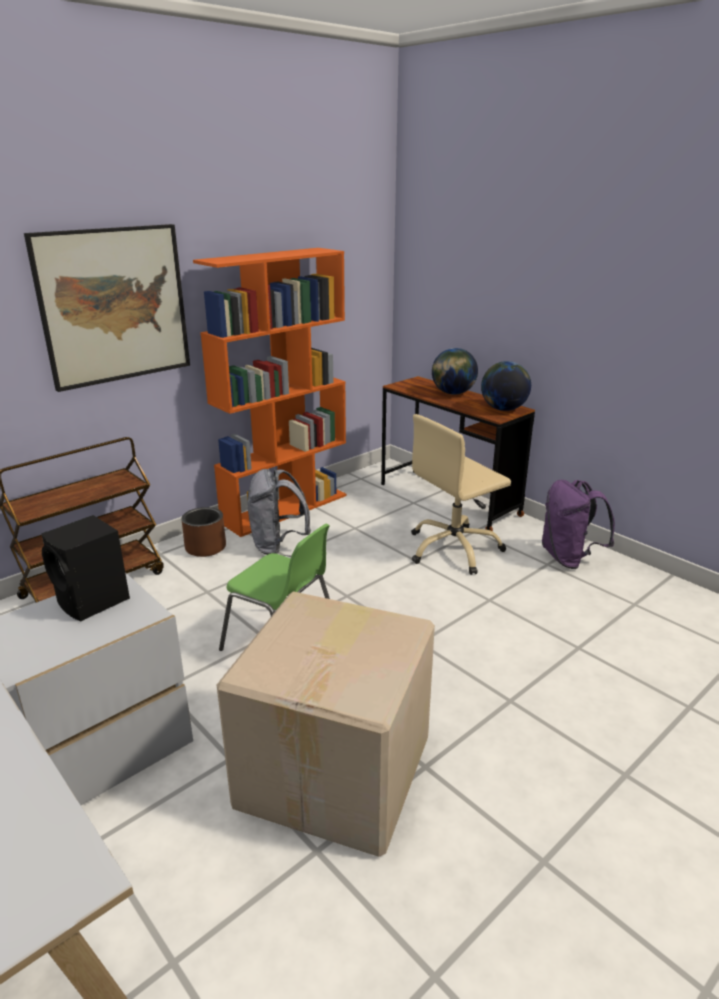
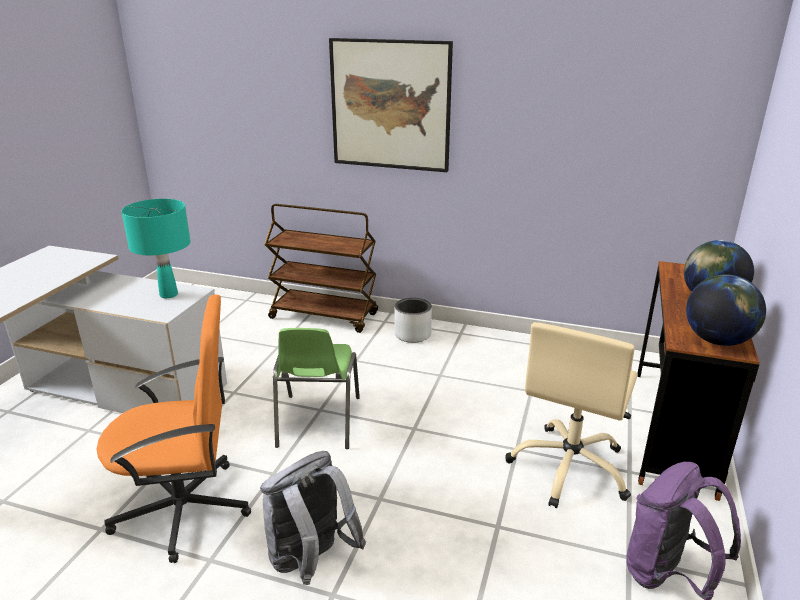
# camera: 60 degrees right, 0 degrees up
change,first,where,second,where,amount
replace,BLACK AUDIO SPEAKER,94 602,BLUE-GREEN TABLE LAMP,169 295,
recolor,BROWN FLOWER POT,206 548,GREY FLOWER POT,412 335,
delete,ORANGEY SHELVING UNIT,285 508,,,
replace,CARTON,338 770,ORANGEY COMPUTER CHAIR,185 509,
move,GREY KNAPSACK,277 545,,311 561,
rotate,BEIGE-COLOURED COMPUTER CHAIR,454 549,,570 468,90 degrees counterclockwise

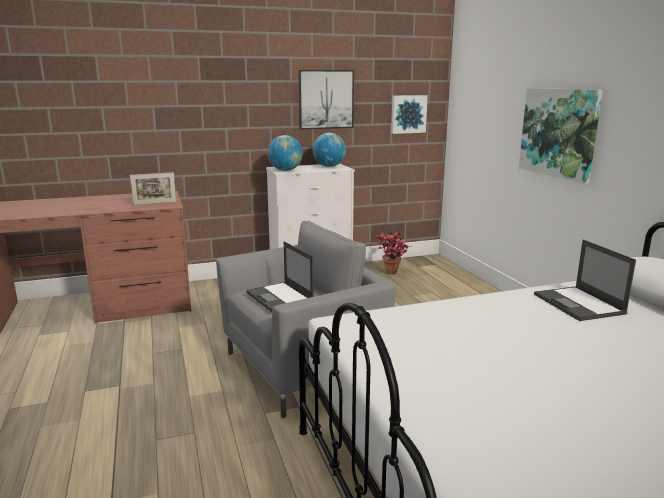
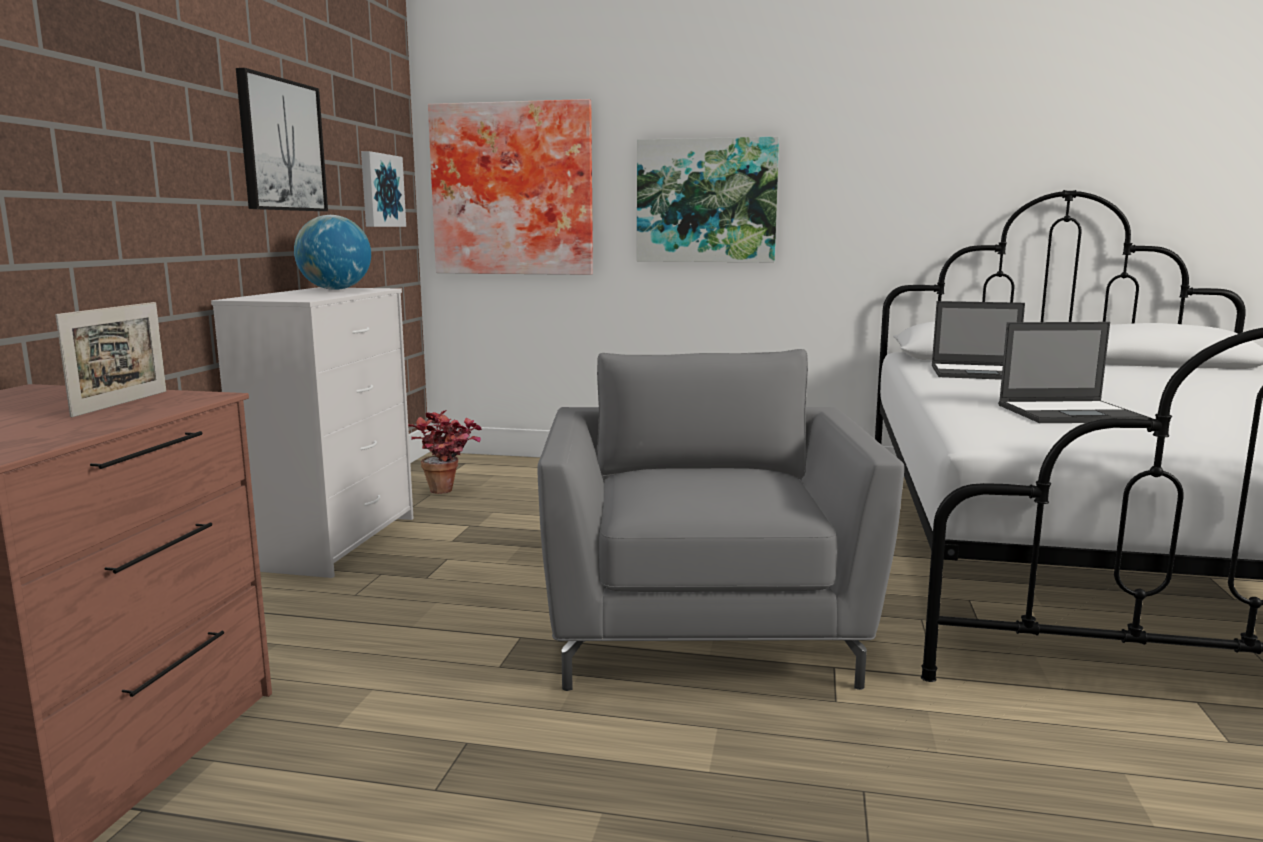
# camera: 60 degrees left, 5 degrees down
change,first,where,second,where,amount
move,NOTEBOOK COMPUTER,280 297,,1071 413,
delete,DESK GLOBE,285 170,,,
insert,,,WALL ART,513 190,

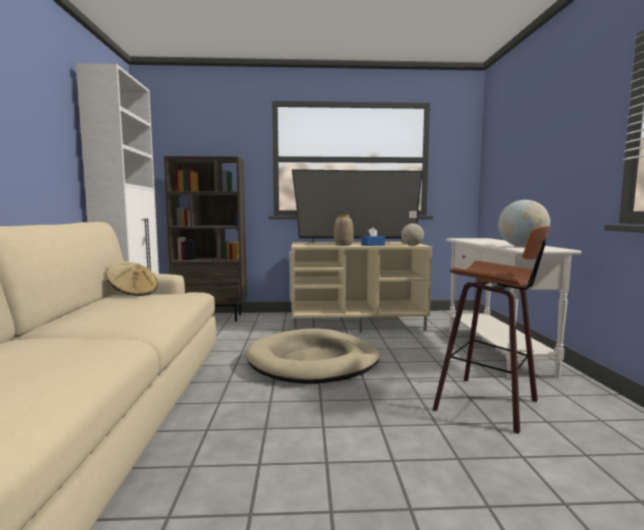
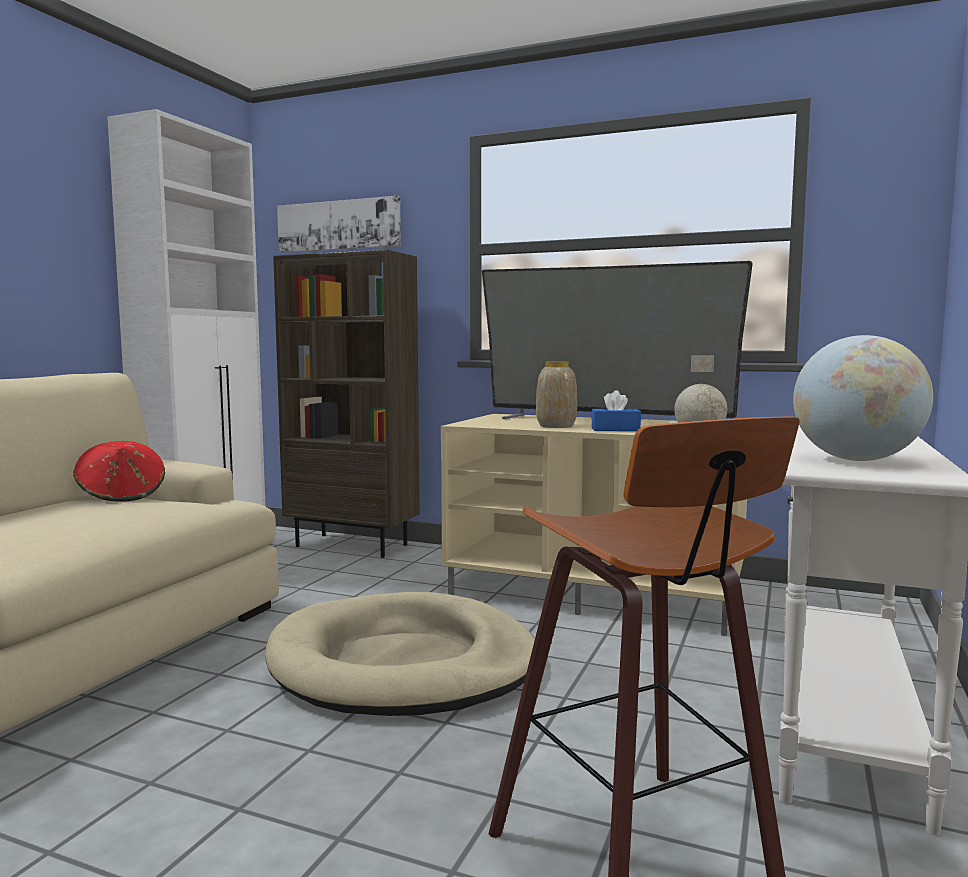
# camera: 25 degrees right, 0 degrees up
change,first,where,second,where,amount
recolor,BEIGE-COLOURED HAT,133 293,RED-COLOURED HAT,122 495,
insert,,,WALL ART,339 225,

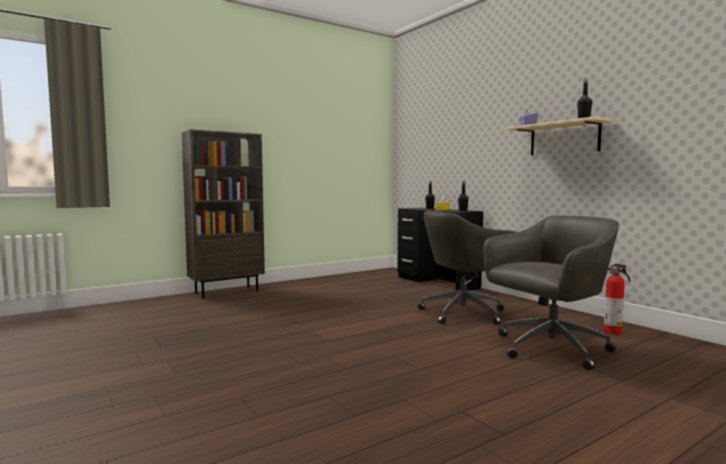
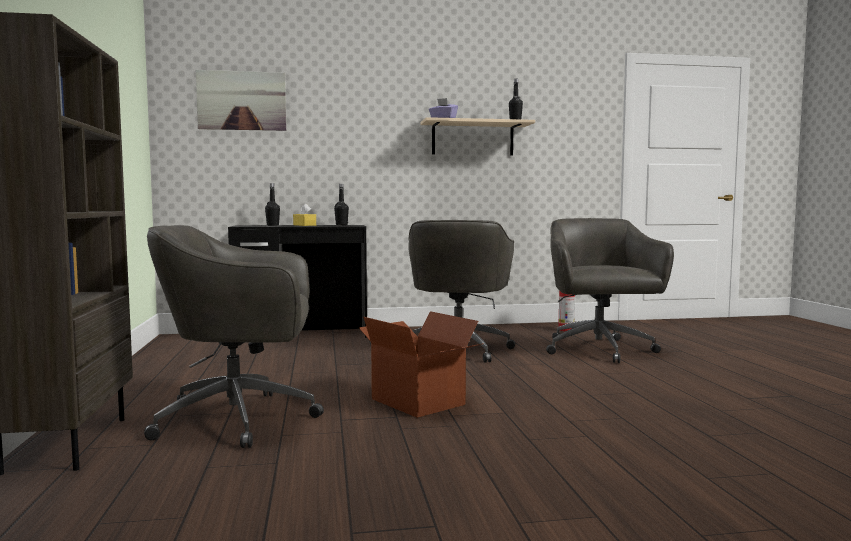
# camera: 65 degrees left, 0 degrees up
change,first,where,second,where,amount
insert,,,GREY COMPUTER CHAIR,241 419,
insert,,,WALL ART,242 101,
insert,,,CARTON,419 401,

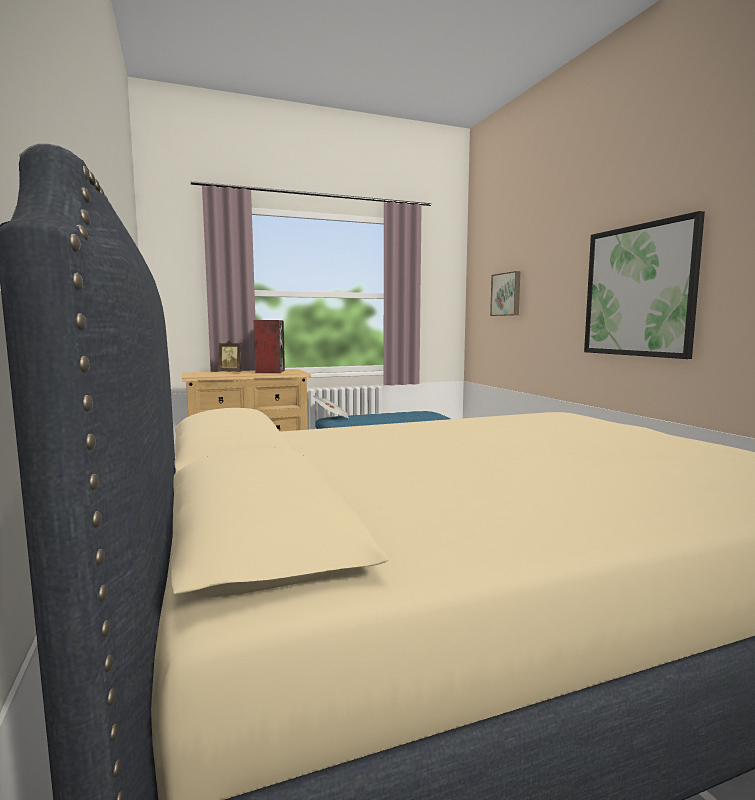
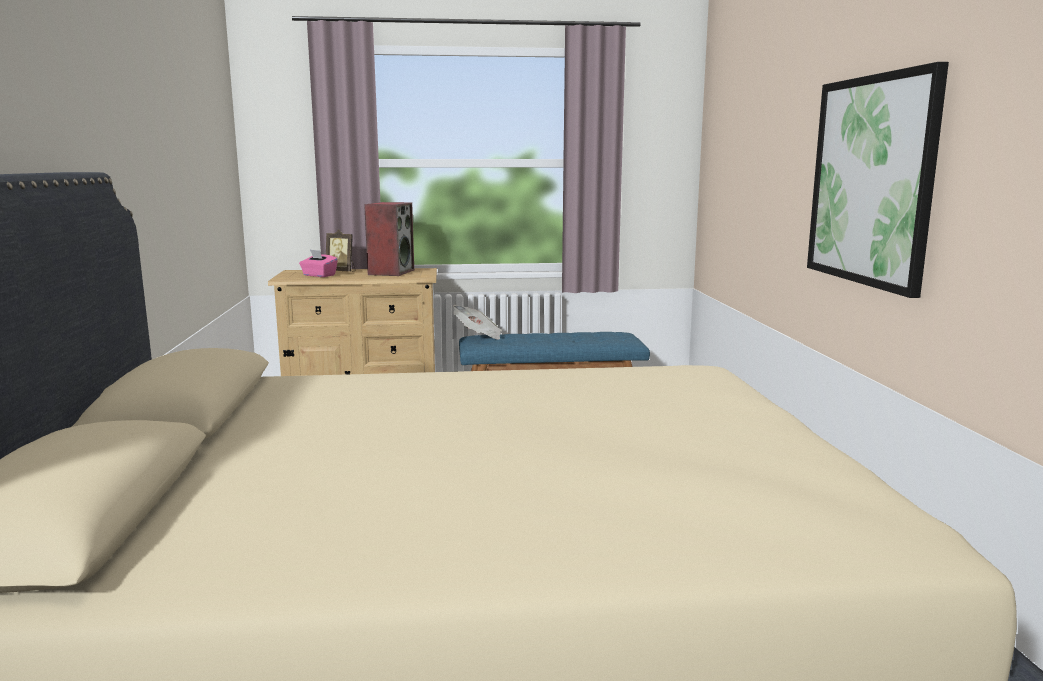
# camera: 15 degrees right, 5 degrees up
change,first,where,second,where,amount
delete,WALL ART,506 294,,,
insert,,,PINKISH TISSUE BOX,319 275,

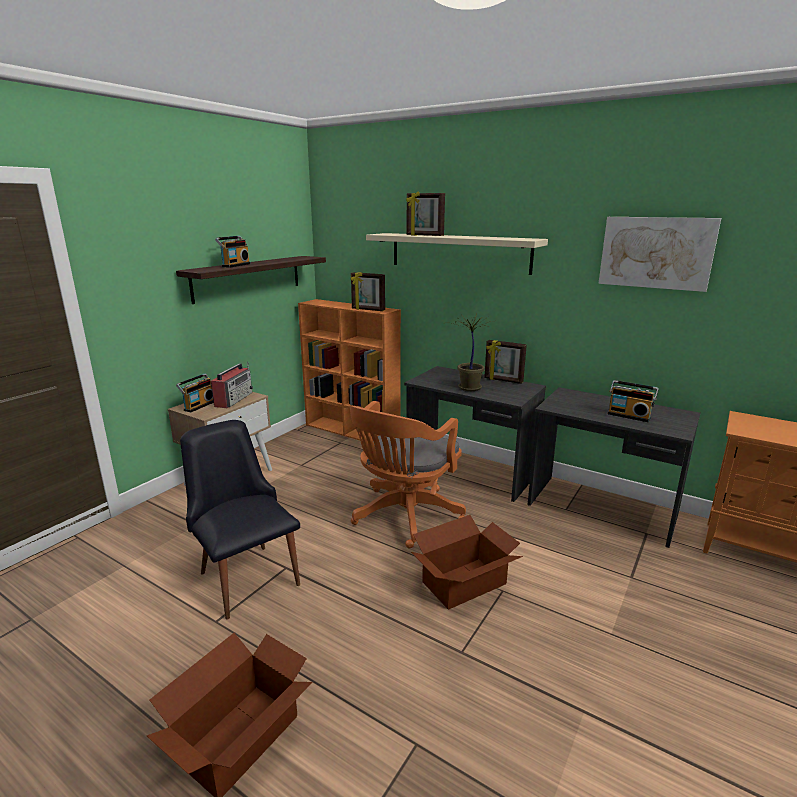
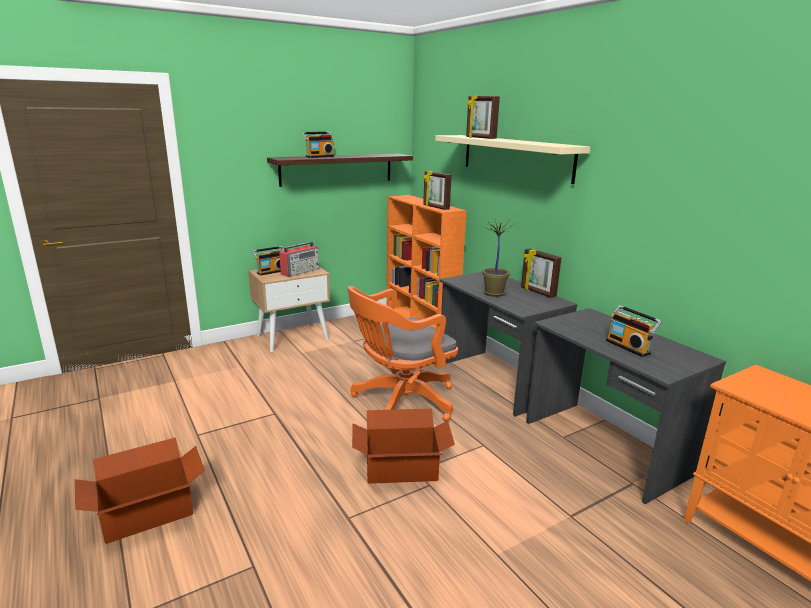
# camera: 25 degrees right, 0 degrees up
change,first,where,second,where,amount
delete,BLACK CHAIR,245 573,,,
delete,WALL ART,656 252,,,

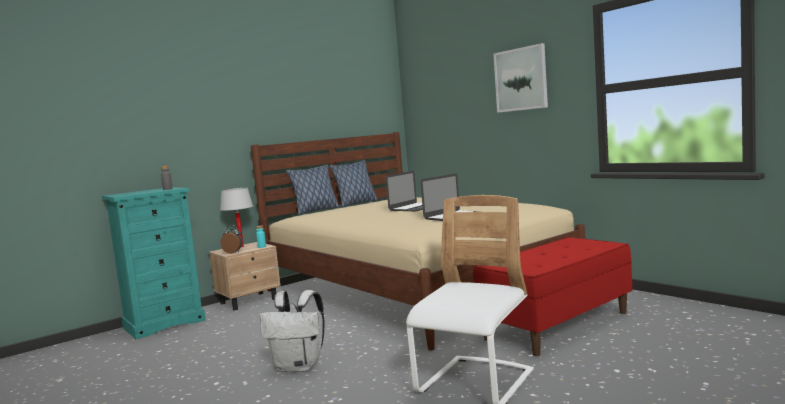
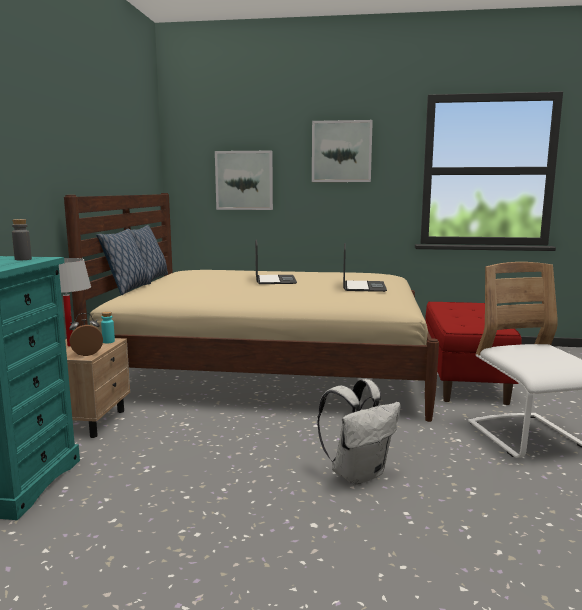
# camera: 45 degrees left, 5 degrees up
change,first,where,second,where,amount
insert,,,WALL ART,244 180,

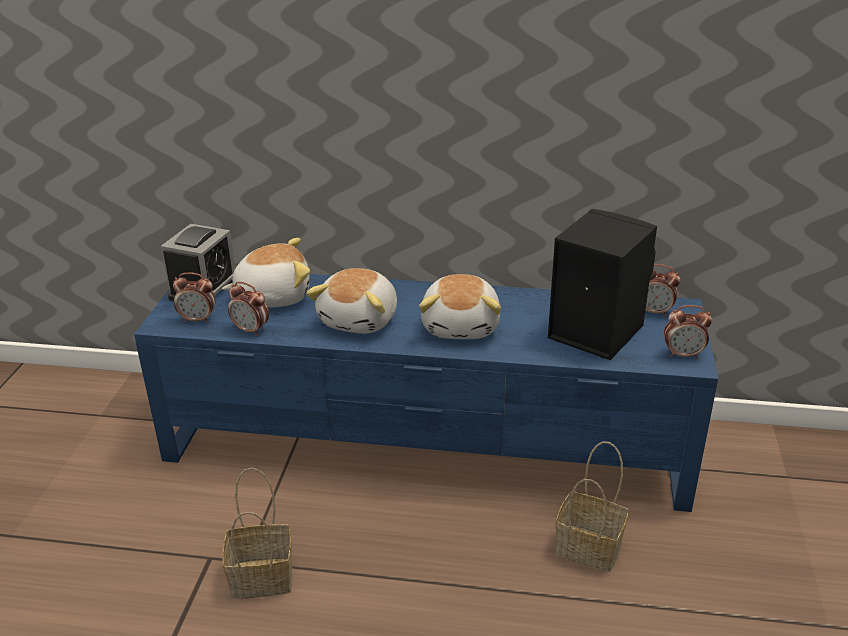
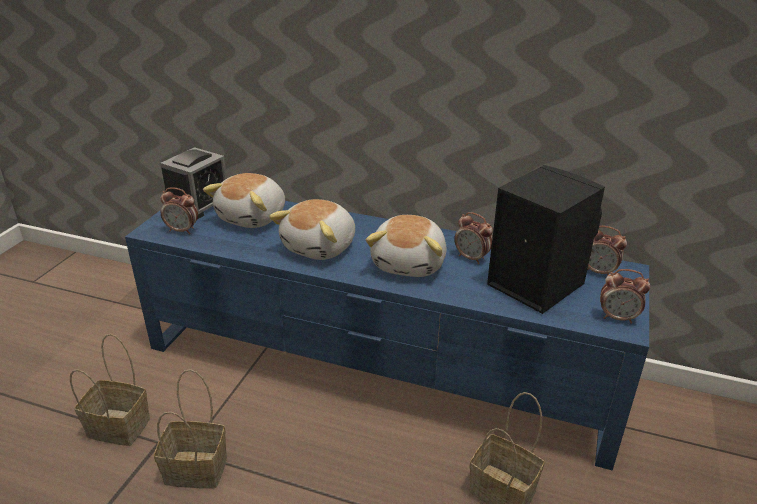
# camera: 10 degrees right, 0 degrees up
change,first,where,second,where,amount
rotate,PLUSH TOY,273 296,,254 217,120 degrees clockwise
move,ALARM CLOCK,251 330,,472 258,
insert,,,STORAGE BASKET,116 427,

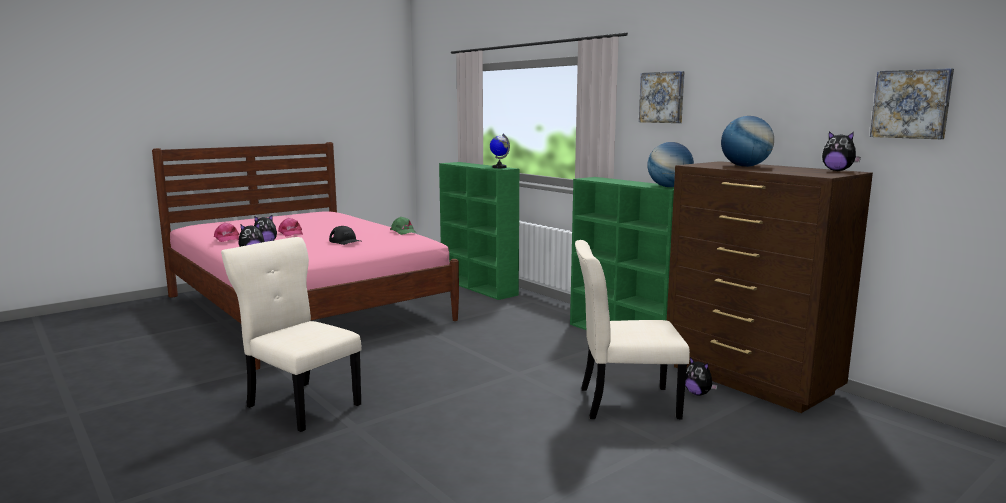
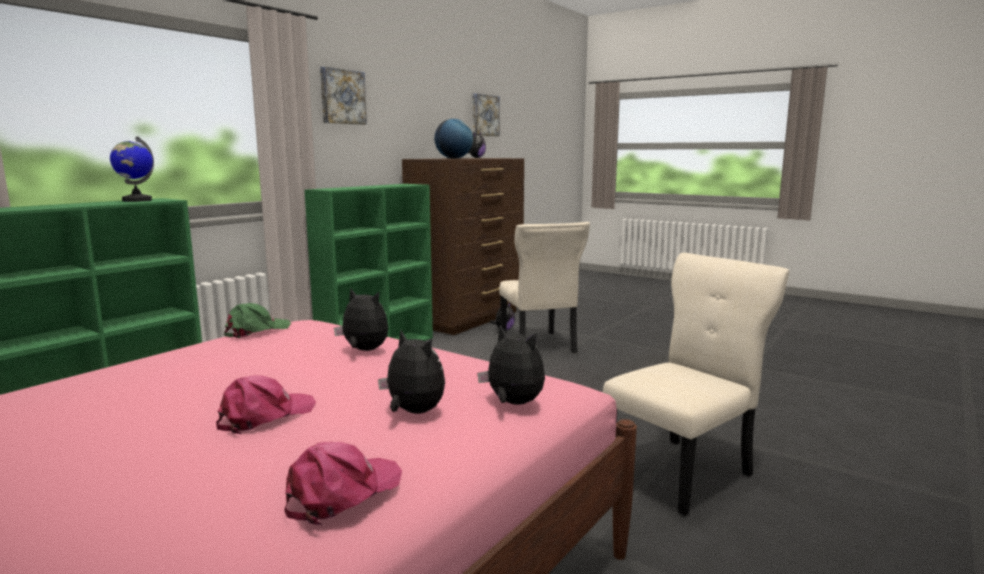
# camera: 105 degrees left, 0 degrees up
change,first,where,second,where,amount
rotate,BEIGE-COLOURED CHAIR,301 404,,683 473,150 degrees counterclockwise
replace,BLACK BASEBALL CAP,345 241,PLUSH TOY,364 350,
delete,DESK GLOBE,669 187,,,

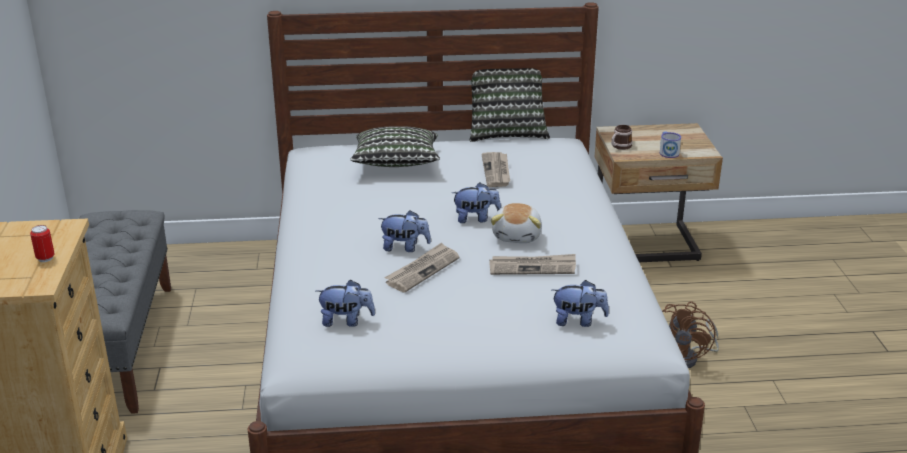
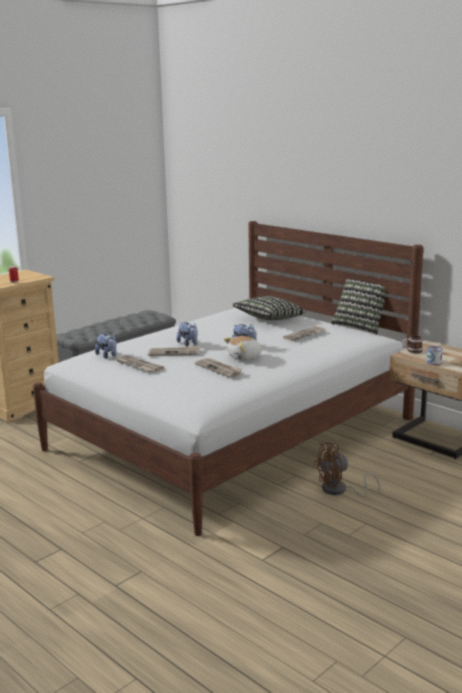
# camera: 50 degrees right, 10 degrees down
change,first,where,second,where,amount
delete,PLUSH TOY,578 321,,,
insert,,,PRINTED PAPER,138 366,

